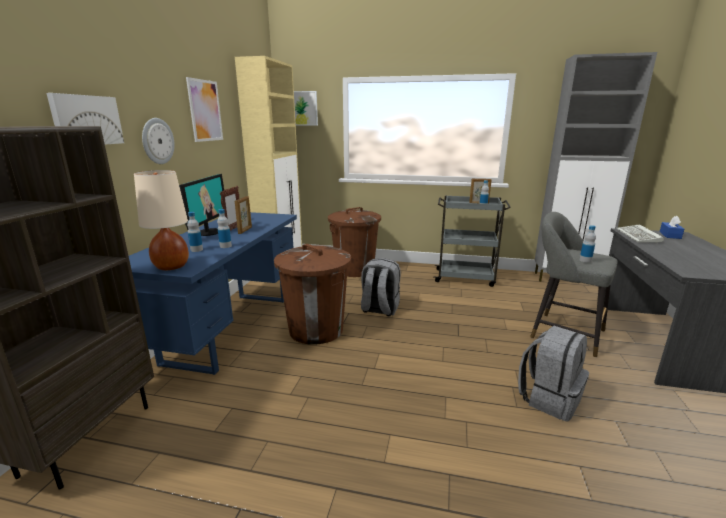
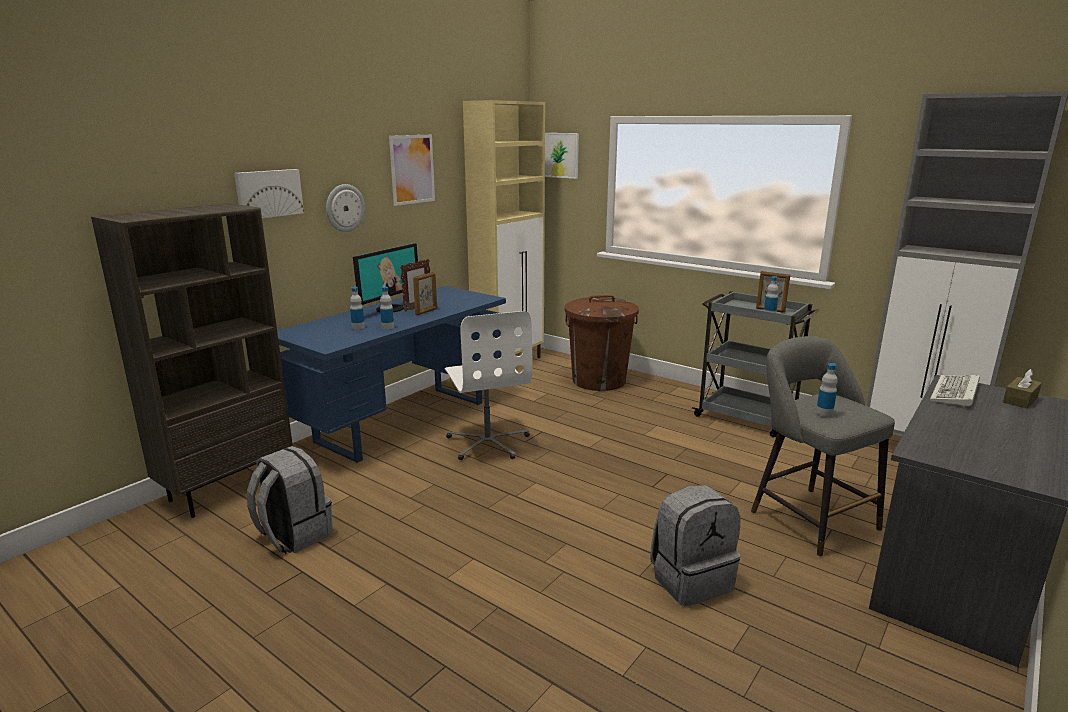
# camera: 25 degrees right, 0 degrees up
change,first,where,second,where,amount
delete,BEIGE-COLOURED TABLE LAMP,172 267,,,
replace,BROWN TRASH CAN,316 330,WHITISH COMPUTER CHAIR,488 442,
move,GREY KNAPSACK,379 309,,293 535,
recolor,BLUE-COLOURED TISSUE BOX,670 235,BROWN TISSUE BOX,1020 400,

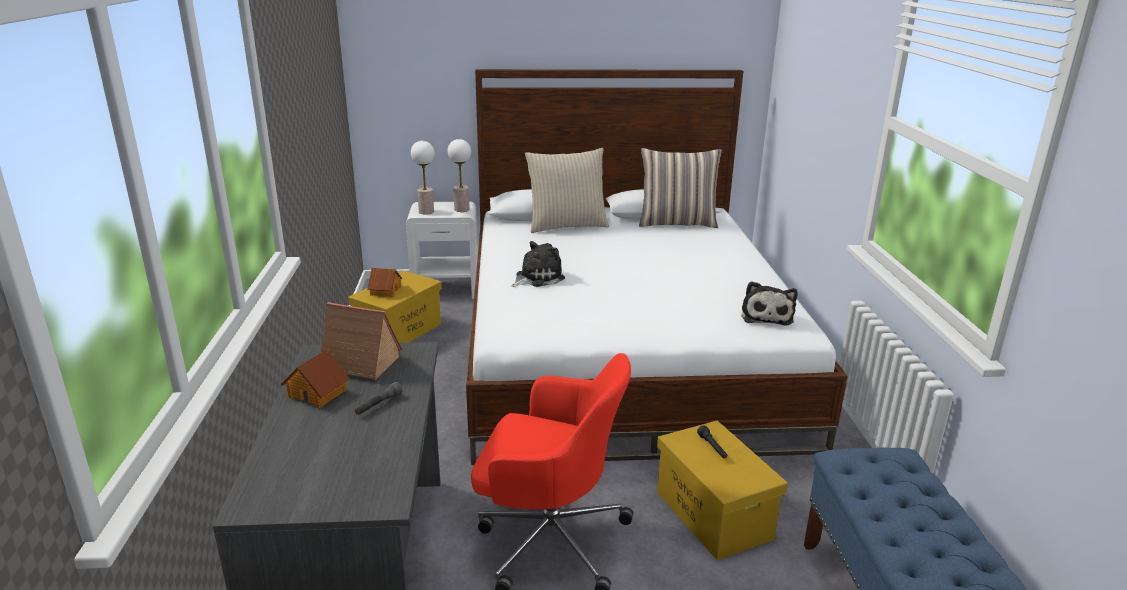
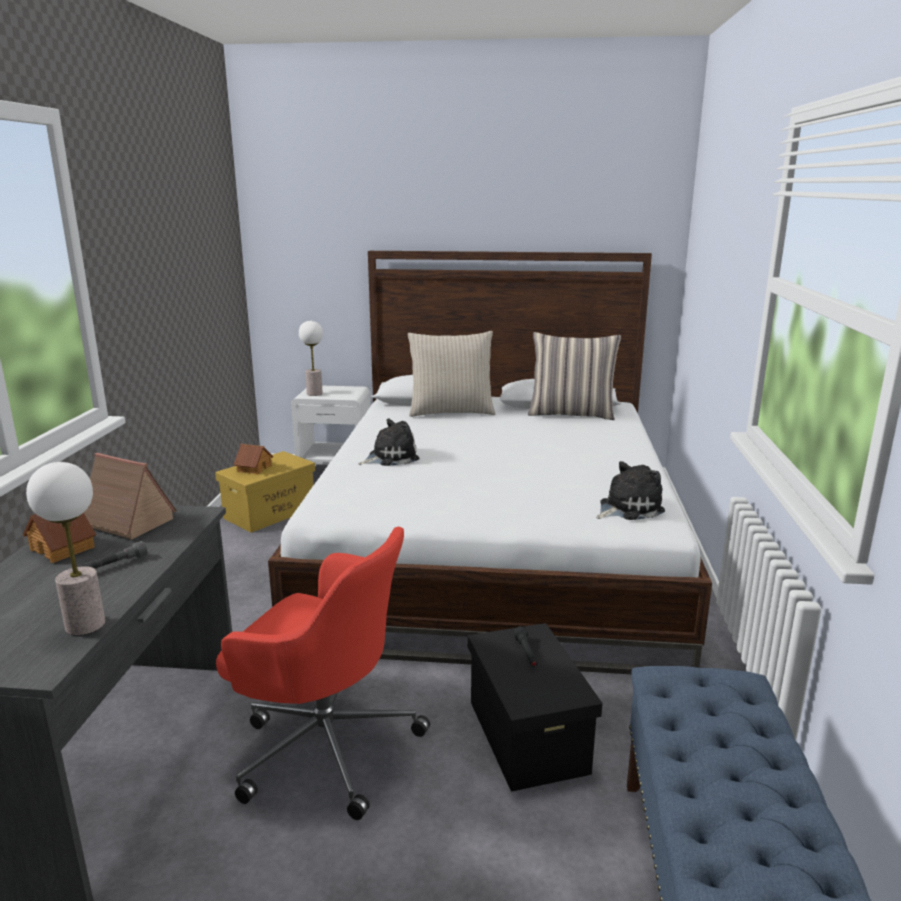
# camera: 10 degrees right, 5 degrees down
change,first,where,second,where,amount
move,TABLE LAMP,461 209,,84 625,
recolor,YELLOW STORAGE CONTAINER,714 515,BLACK STORAGE CONTAINER,528 737,
rotate,PLUSH TOY,766 315,,627 508,135 degrees counterclockwise

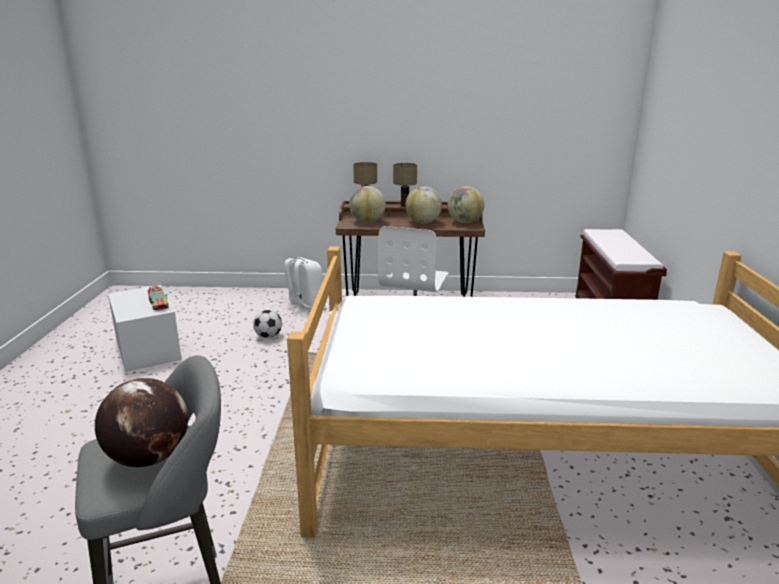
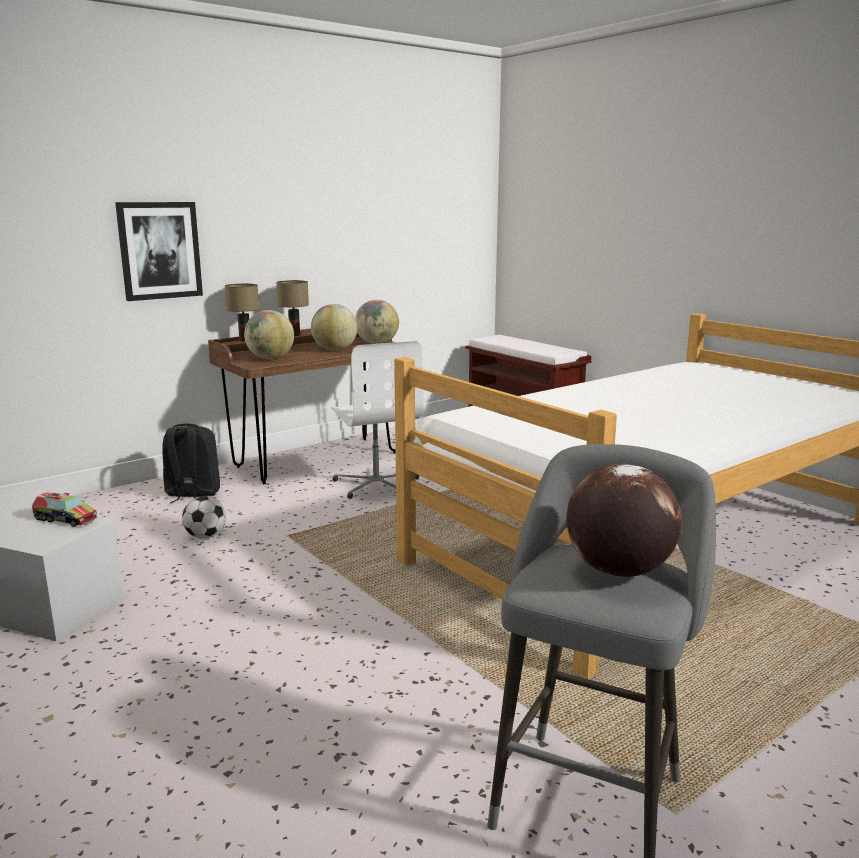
# camera: 40 degrees left, 5 degrees down
change,first,where,second,where,amount
recolor,WHITISH KNAPSACK,304 305,BLACK KNAPSACK,192 494,
insert,,,WALL ART,160 250,

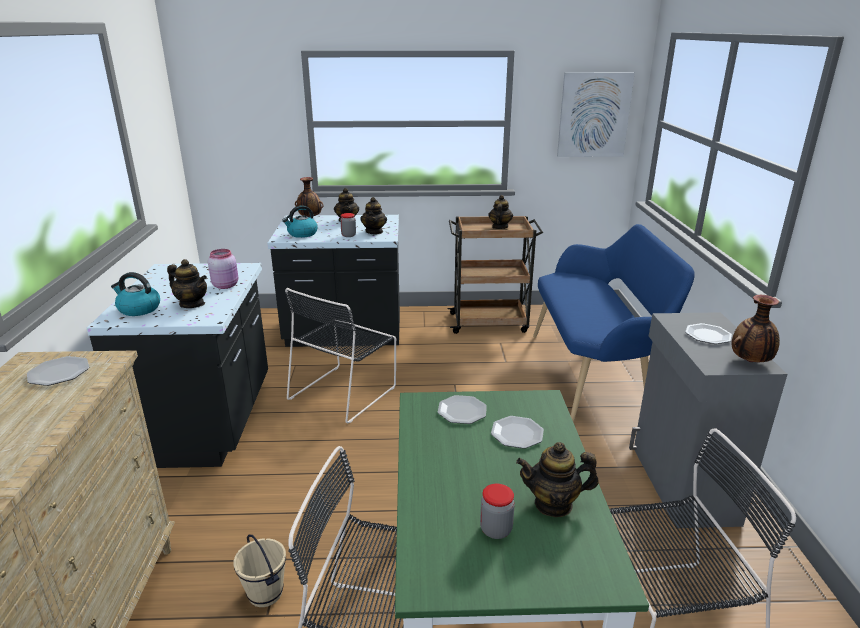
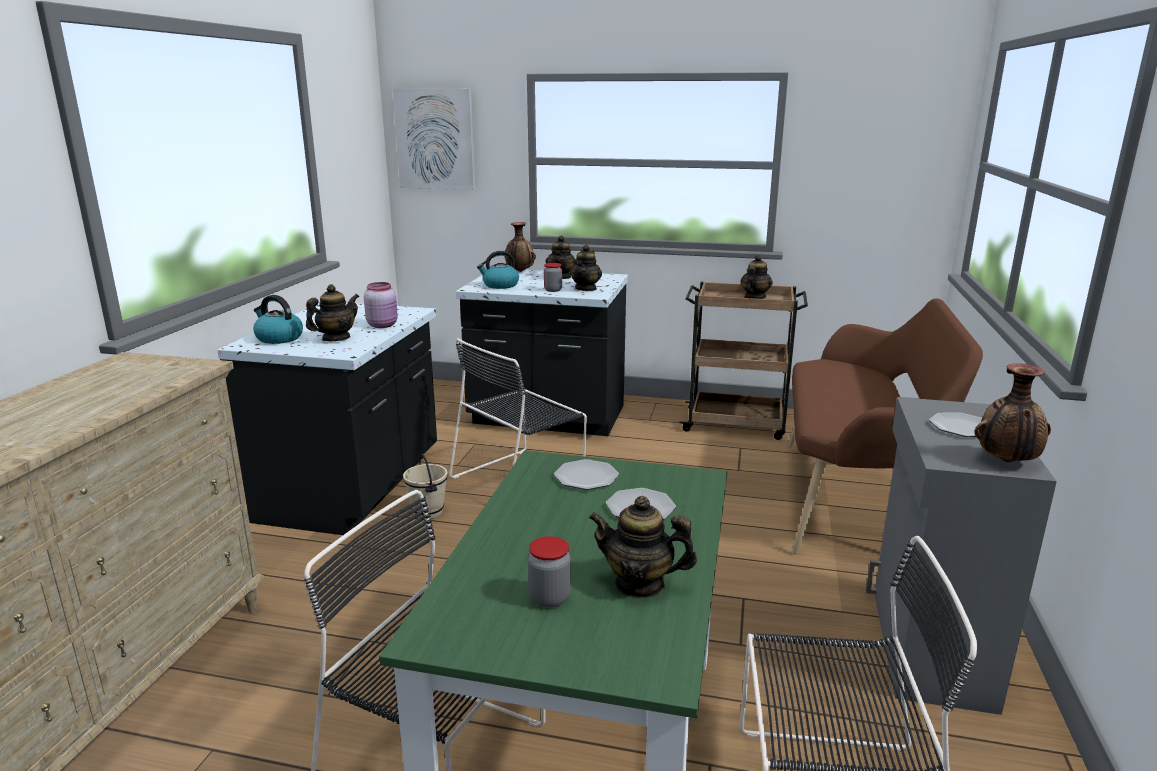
# camera: 15 degrees right, 5 degrees down
change,first,where,second,where,amount
delete,DINNER PLATE,59 373,,,
rotate,TEA POT,192 304,,336 338,90 degrees counterclockwise
move,BEIGE-COLOURED WATER BUCKET,266 593,,428 512,
recolor,BLUE-COLOURED LONG SEAT,594 375,BROWN LONG SEAT,855 499,
move,WALL ART,594 115,,435 139,

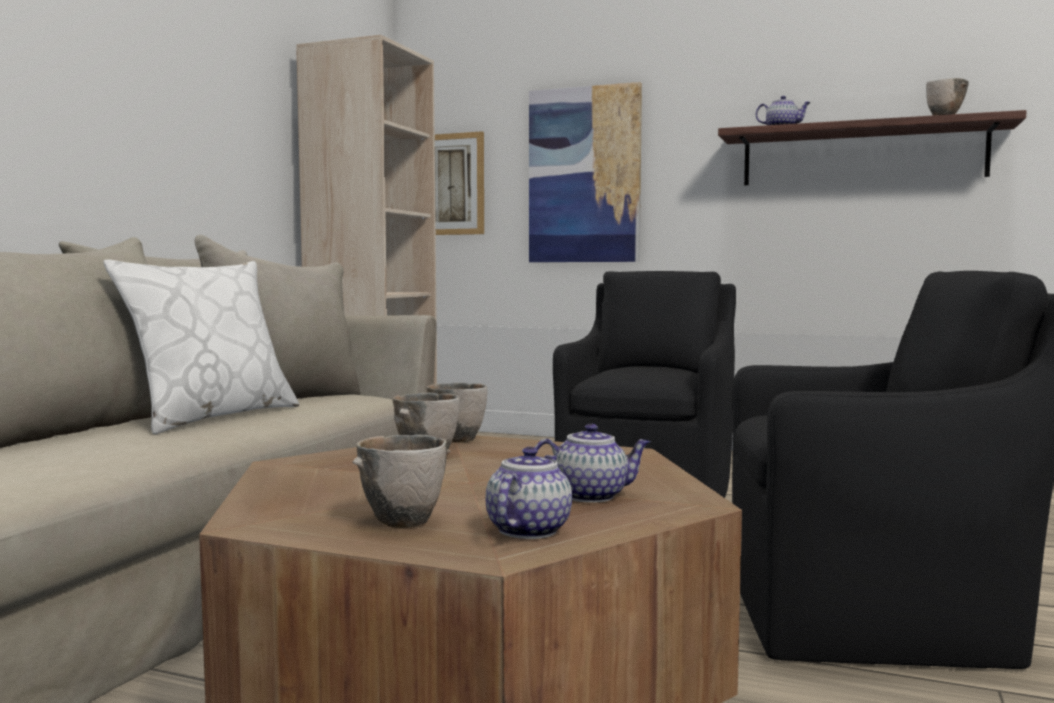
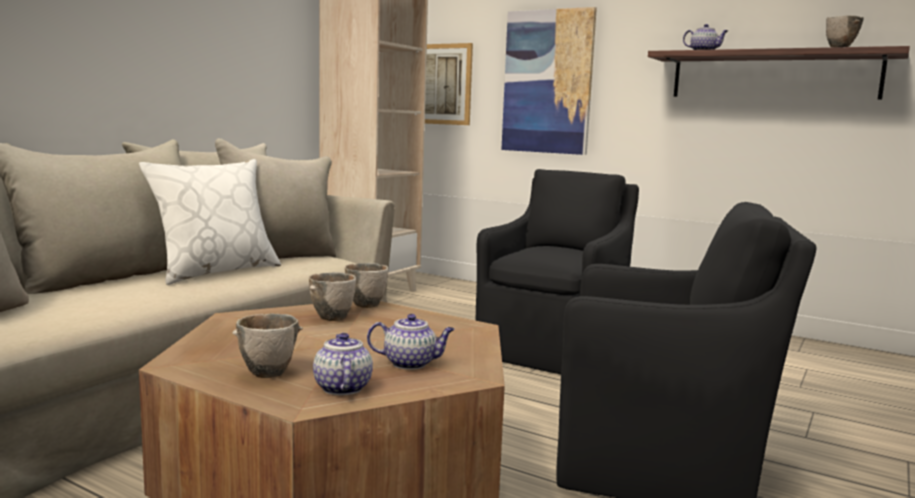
# camera: 10 degrees right, 5 degrees up
change,first,where,second,where,amount
rotate,TEA POT,528 530,,342 387,45 degrees counterclockwise

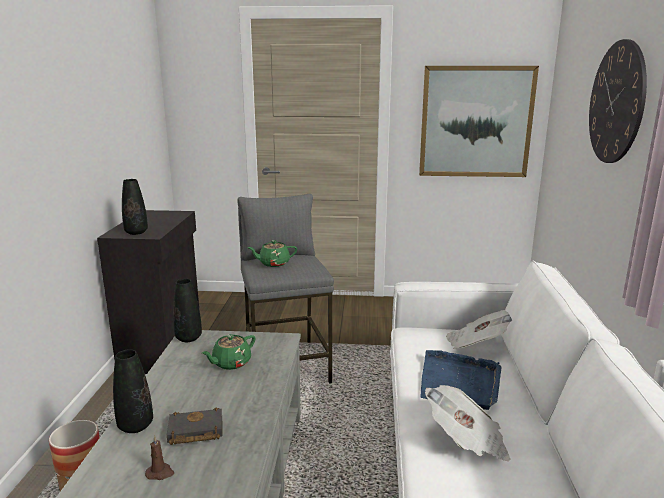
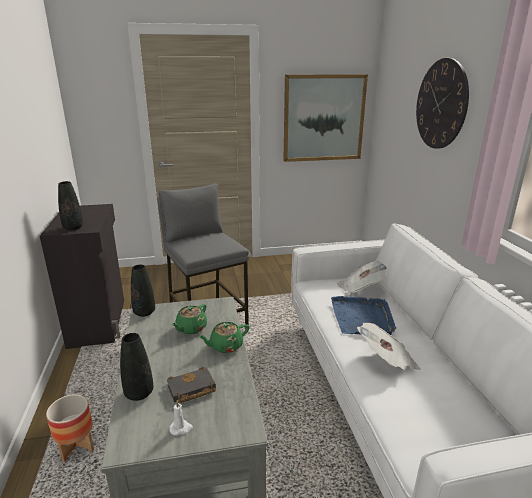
# camera: 15 degrees left, 5 degrees up
change,first,where,second,where,amount
recolor,BROWN CANDLE,160 473,WHITISH CANDLE,181 428,
move,GREENISH TEA POT,273 263,,225 346,

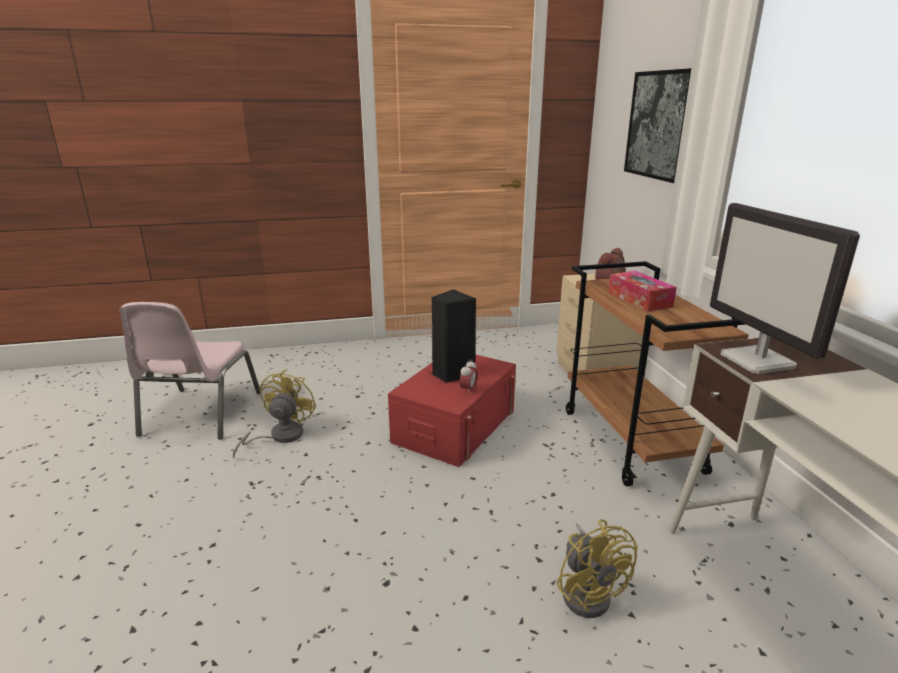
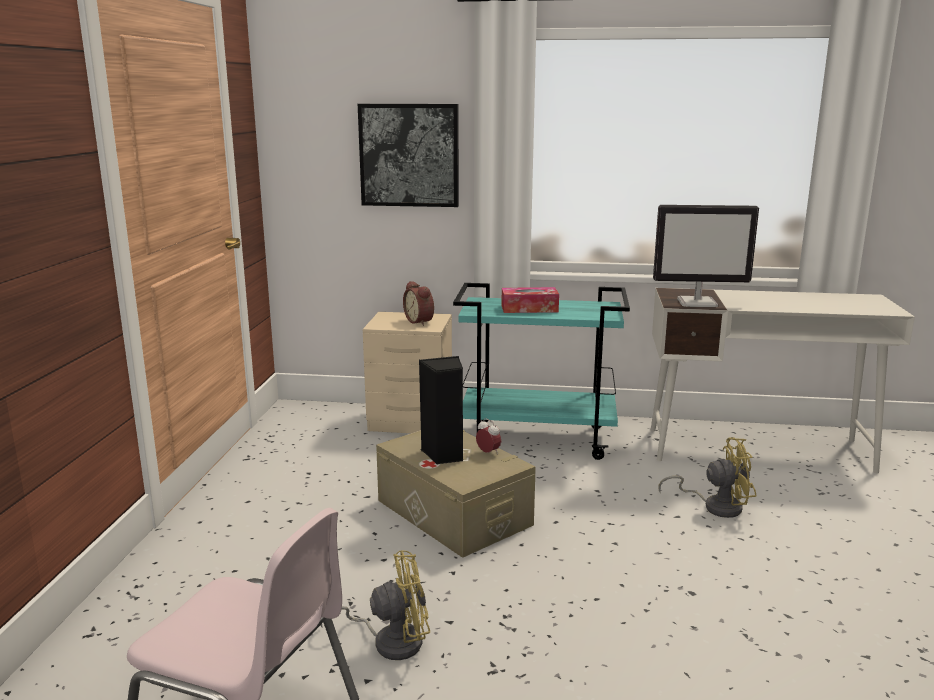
# camera: 70 degrees left, 5 degrees down
change,first,where,second,where,amount
rotate,YELLOW COOLING FAN,280 437,,390 641,135 degrees clockwise
recolor,RED-COLOURED STORAGE CONTAINER,455 425,BEIGE-COLOURED STORAGE CONTAINER,453 512,
recolor,BROWN TROLLEY,633 441,BLUE-GREEN TROLLEY,539 439,

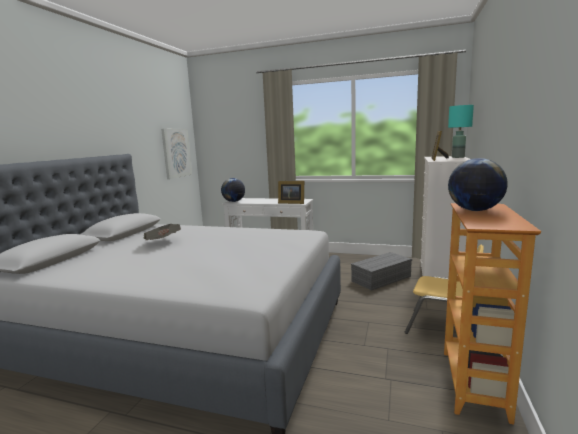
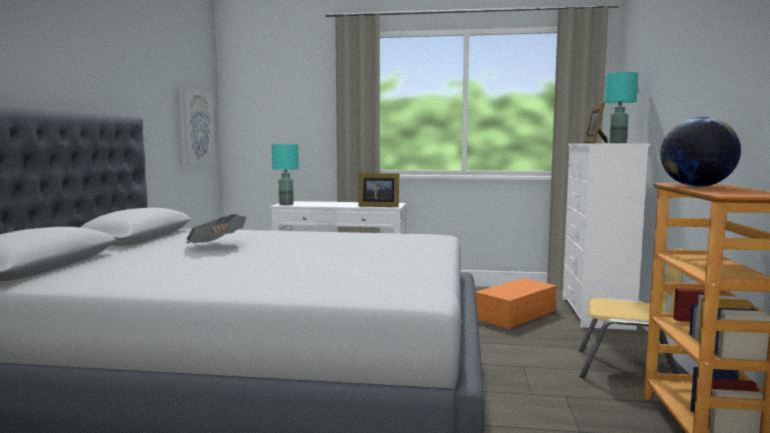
# camera: 10 degrees left, 5 degrees down
change,first,where,second,where,amount
replace,DESK GLOBE,234 201,BLUE-GREEN TABLE LAMP,286 204,
recolor,GREY STORAGE CONTAINER,381 278,ORANGEY STORAGE CONTAINER,515 314,

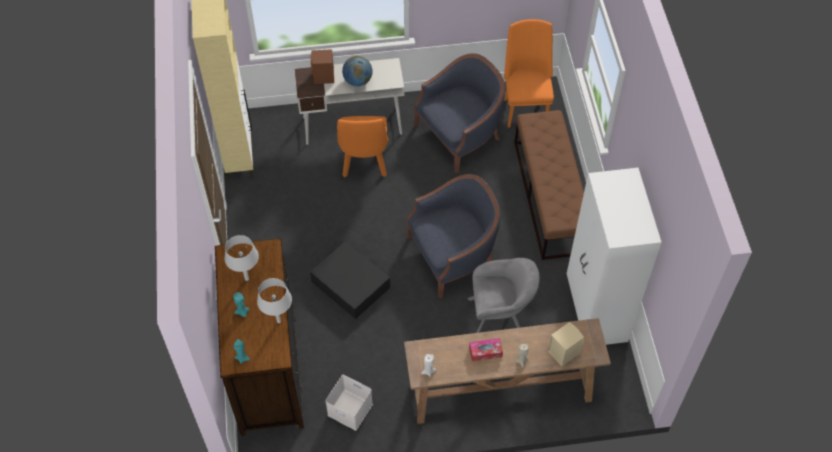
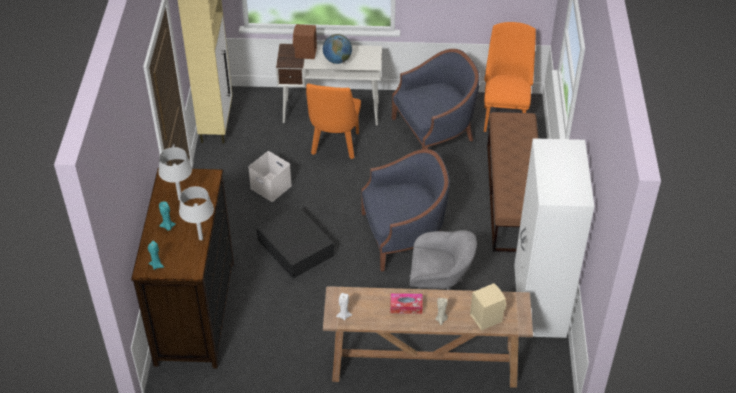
# camera: 10 degrees right, 10 degrees down
change,first,where,second,where,amount
move,WHITISH STORAGE CONTAINER,349 410,,270 187,

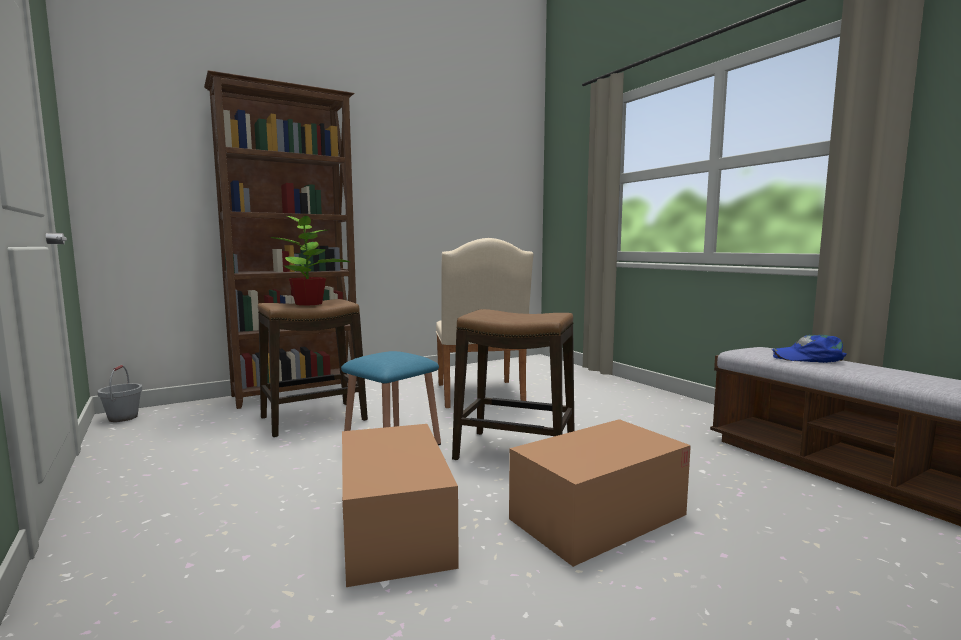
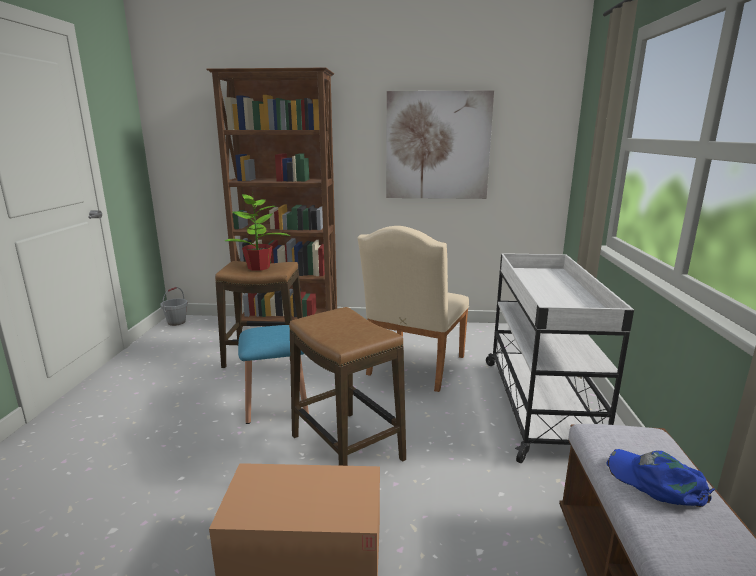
# camera: 35 degrees right, 10 degrees up
change,first,where,second,where,amount
delete,CARTON,394 528,,,
insert,,,WALL ART,437 146,
insert,,,WHITISH TROLLEY,538 405,

